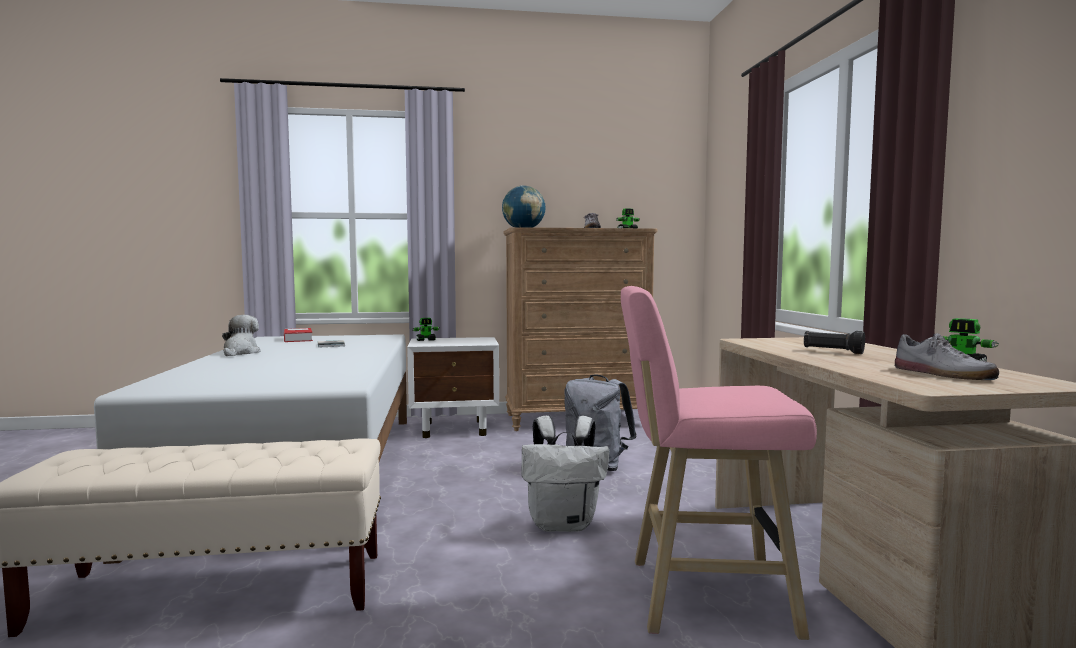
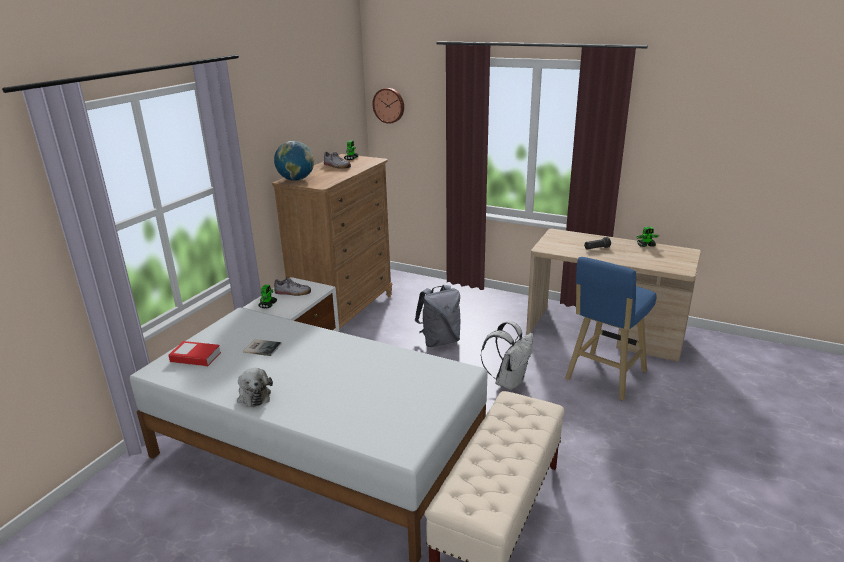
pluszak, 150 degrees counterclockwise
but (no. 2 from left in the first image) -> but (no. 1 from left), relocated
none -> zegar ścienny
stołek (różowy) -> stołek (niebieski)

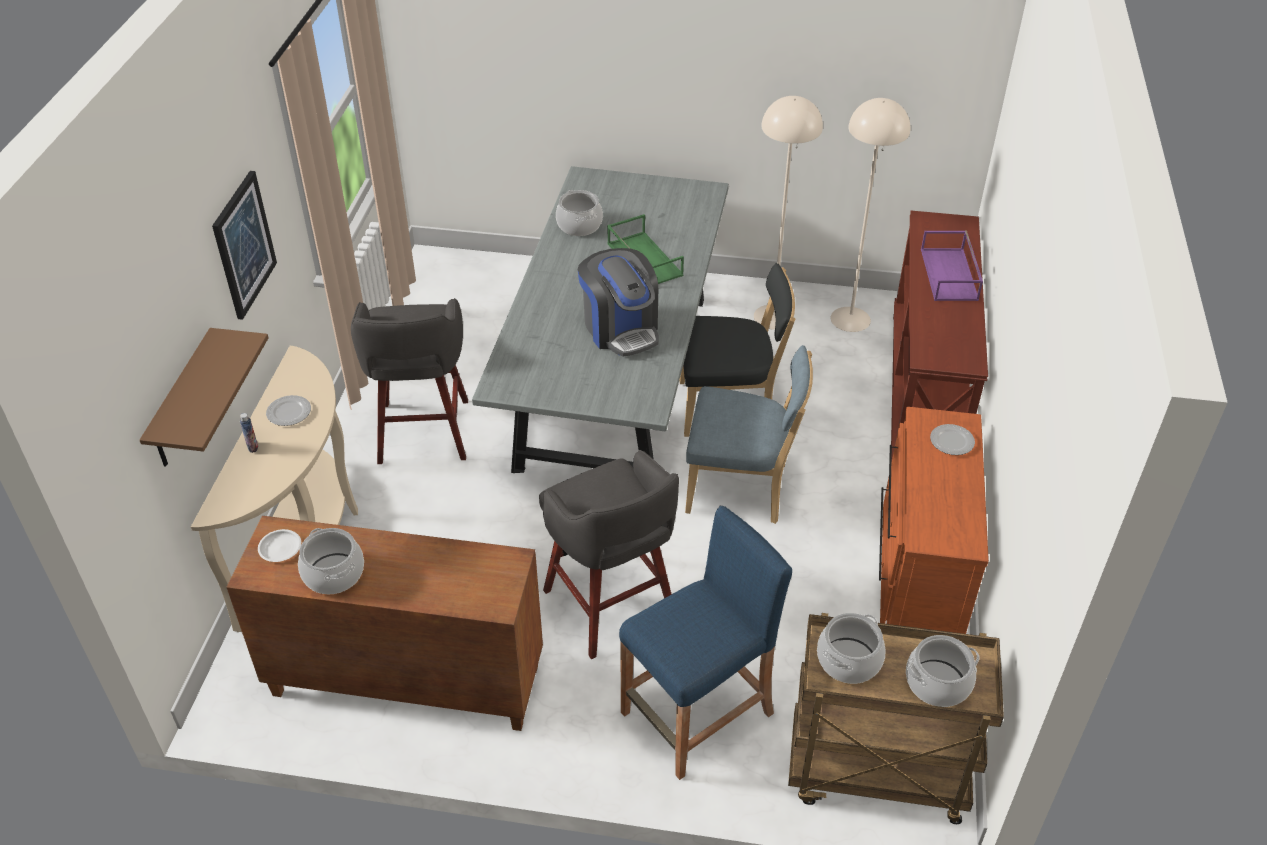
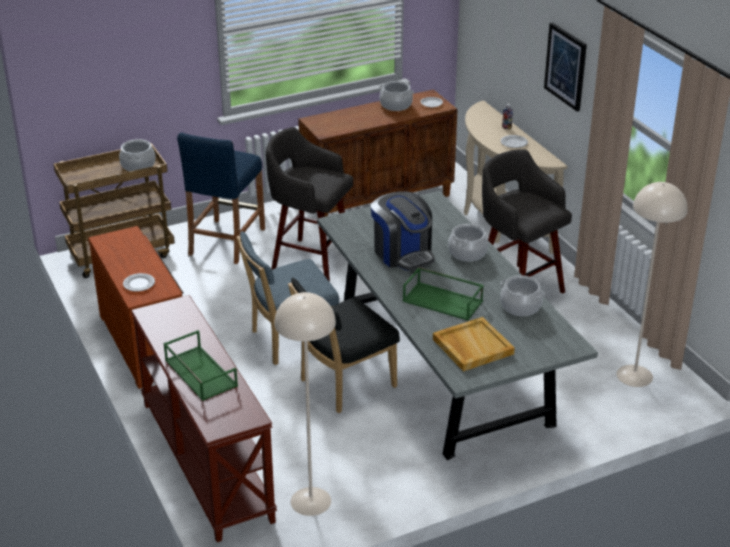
taca (fioletowy) -> taca (zielony) (no. 1 from left)
ekspres do kawy, 150 degrees counterclockwise
none -> taca (beżowy)
garnek (no. 4 from left in the first image) -> garnek (no. 3 from left), relocated
lampa stojąca (beżowy) (no. 1 from left in the first image) -> lampa stojąca (beżowy) (no. 2 from left), relocated
półka (brązowy) -> none

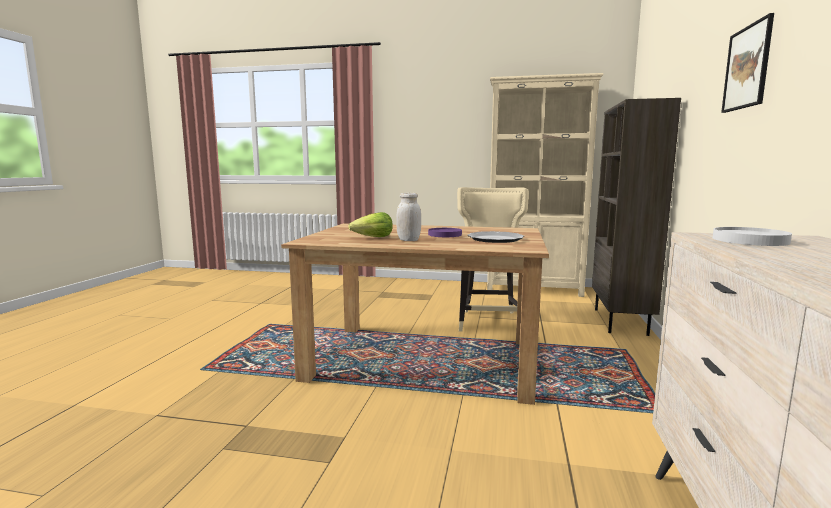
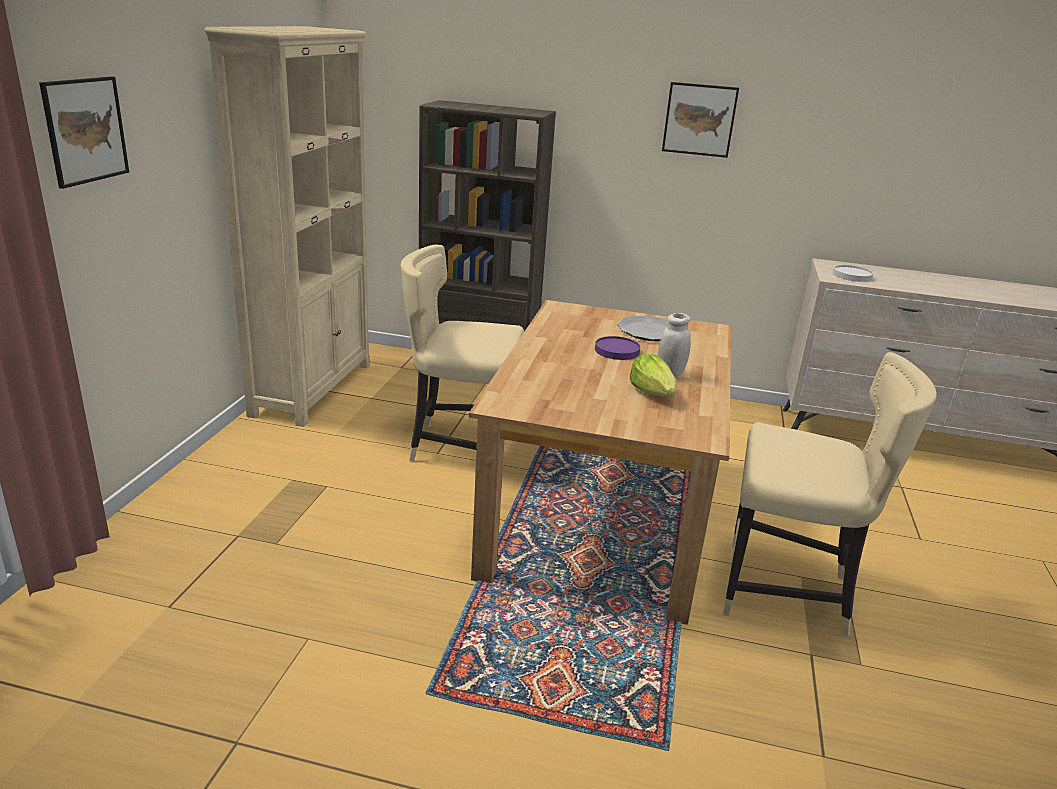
none -> obraz (no. 1 from left)
none -> krzesło (beżowy) (no. 2 from left)

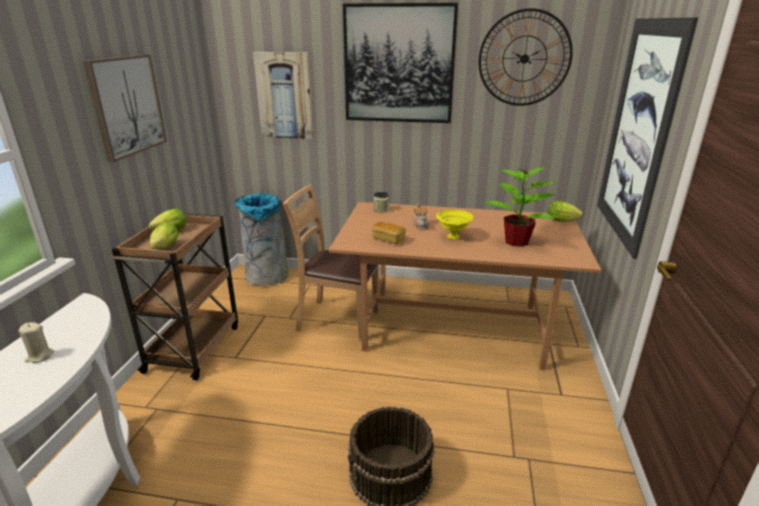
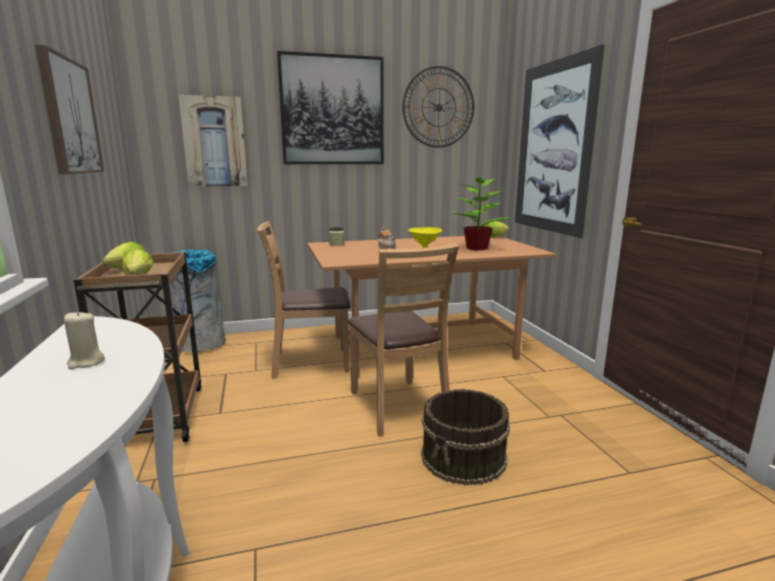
none -> krzesło (brązowy) (no. 2 from left)
chleb -> none

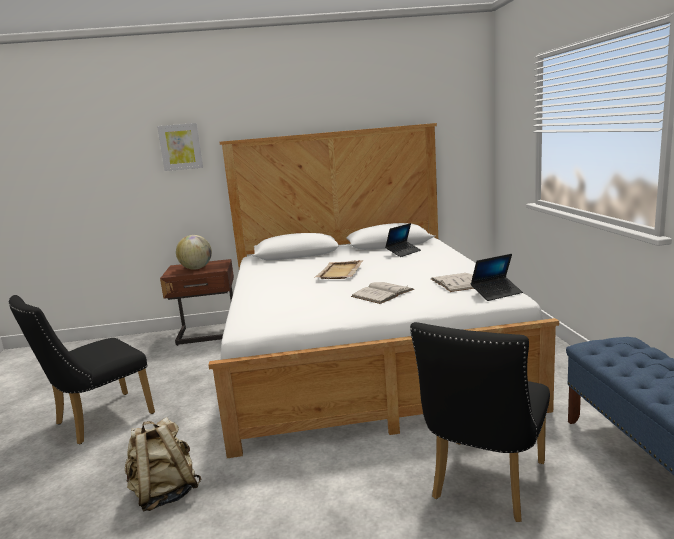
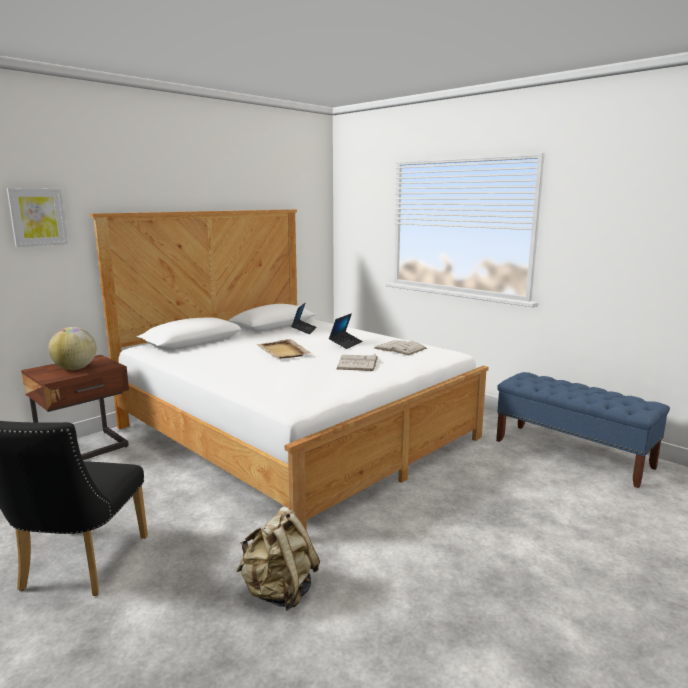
laptop (no. 2 from left), relocated
krzesło (czarny) (no. 2 from left) -> none

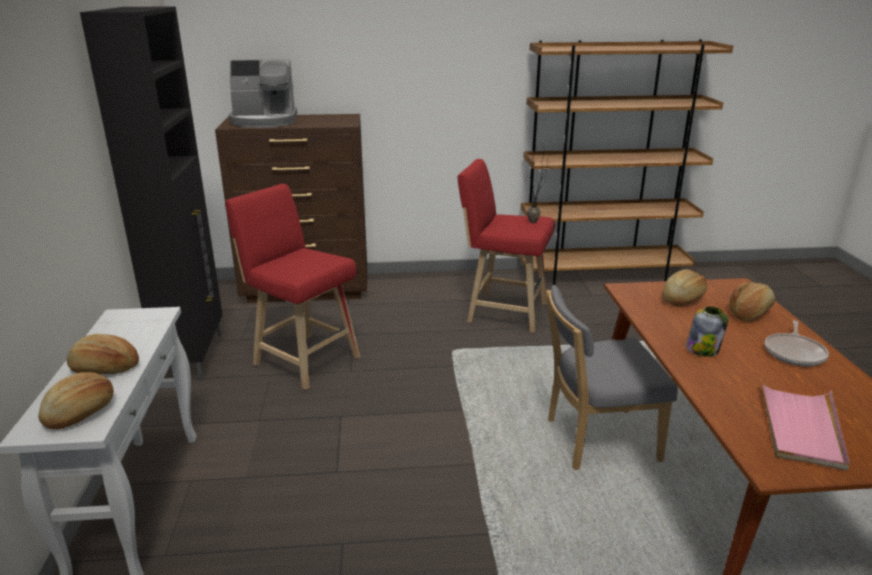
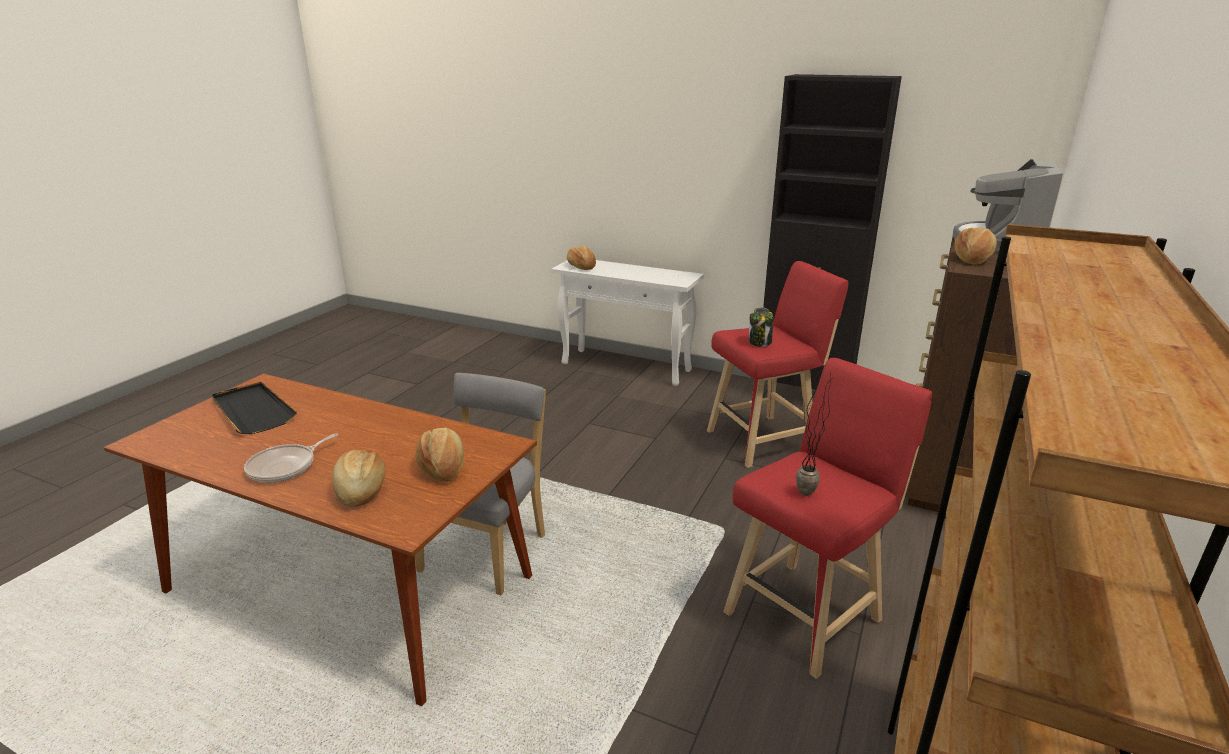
taca (różowy) -> taca (czarny)
patelnia, 105 degrees counterclockwise
słoik, relocated
chleb (no. 2 from left in the first image) -> chleb (no. 4 from left), relocated

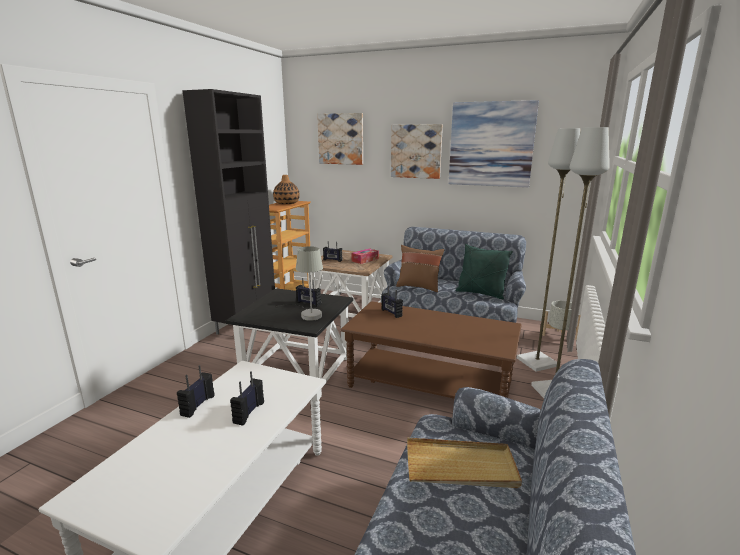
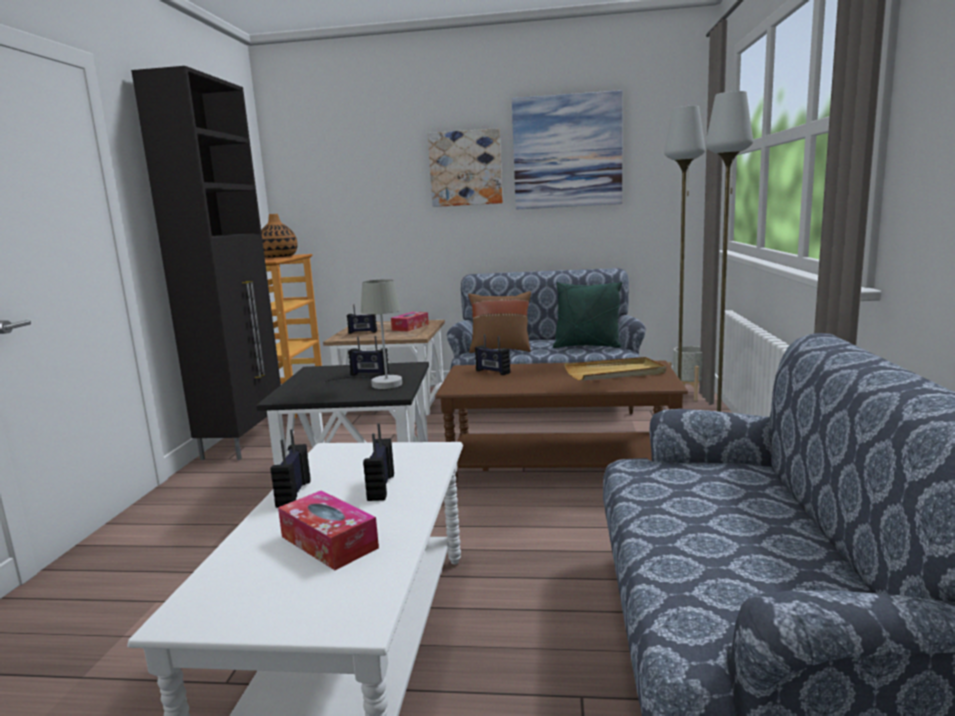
none -> pudełko chusteczek (no. 1 from left)
taca (beżowy), relocated
obraz (no. 1 from left) -> none

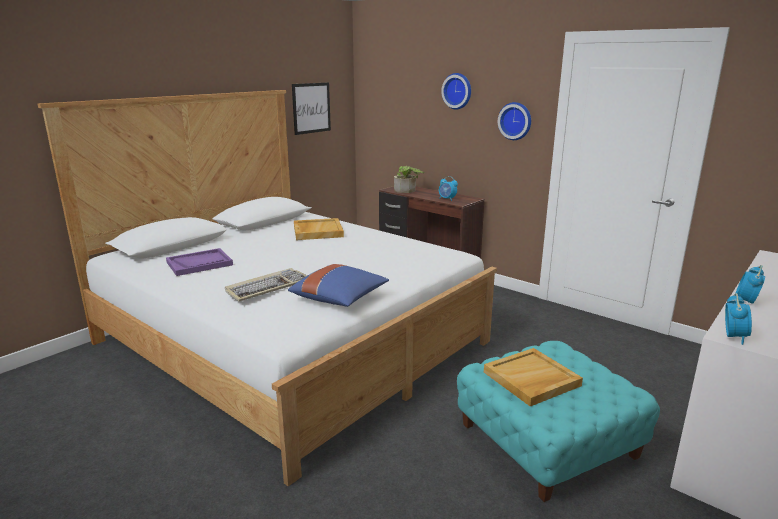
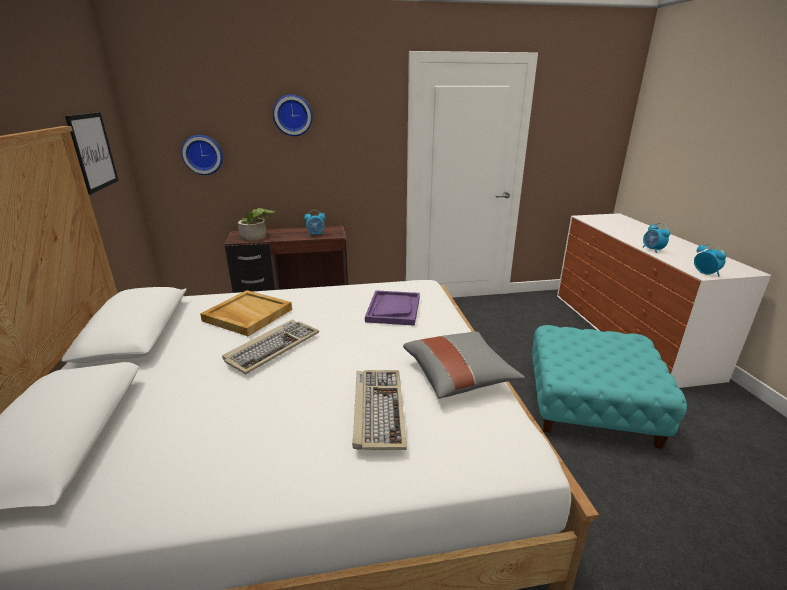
zegar ścienny (no. 2 from left in the first image) -> zegar ścienny (no. 1 from left), relocated
none -> klawiatura (no. 1 from left)
taca (fioletowy), relocated
poduszka (niebieski) -> poduszka (szary)
taca (beżowy) (no. 2 from left) -> none

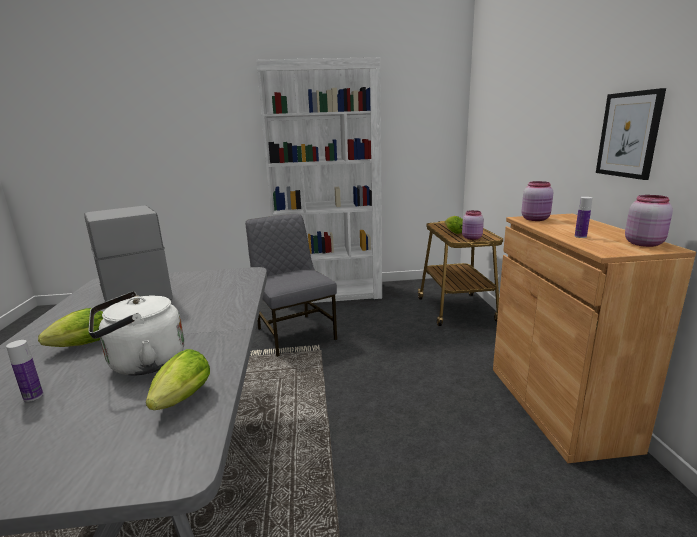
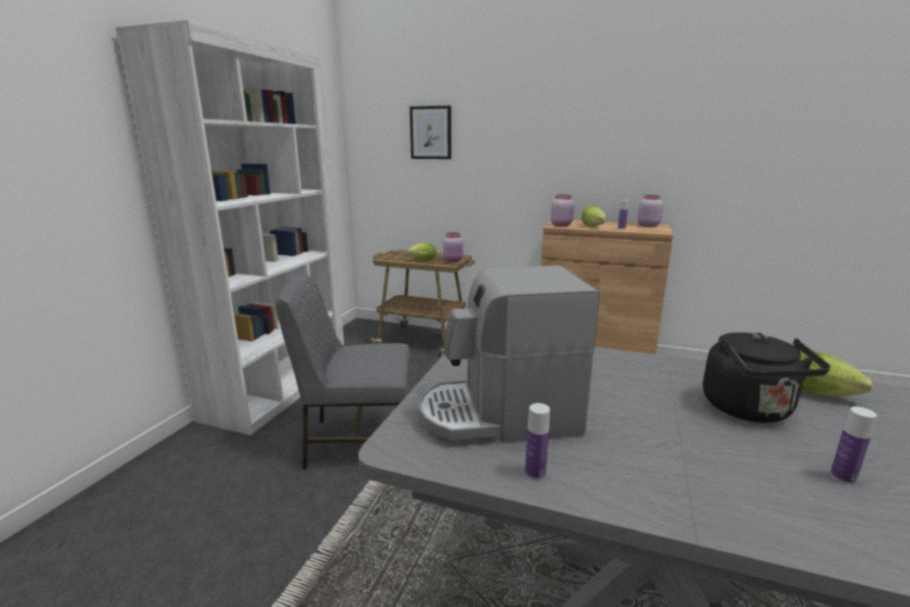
obraz, relocated
none -> butelka (no. 1 from left)
sałata (no. 1 from left in the first image) -> sałata (no. 2 from left), relocated
czajnik (biały) -> czajnik (czarny)

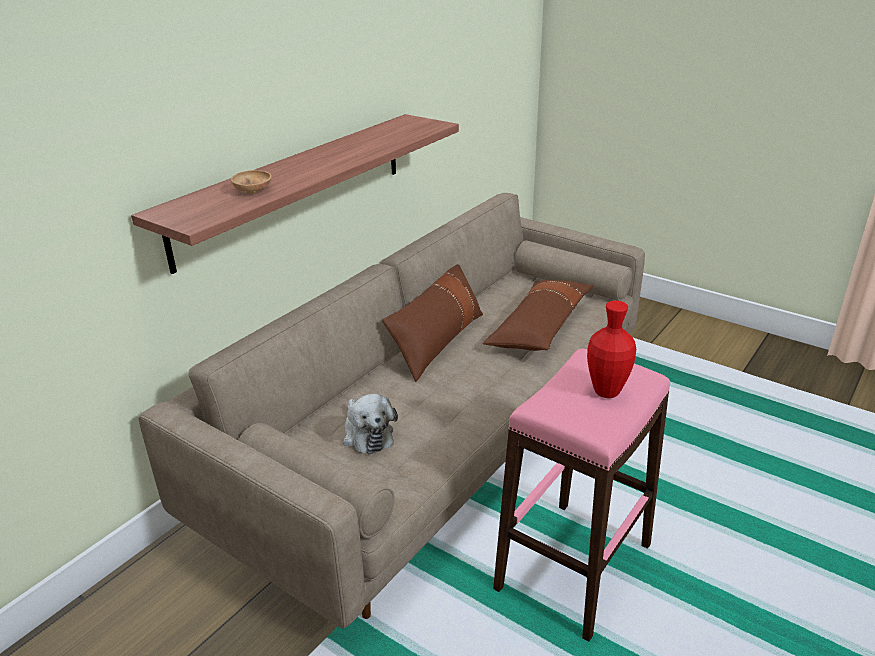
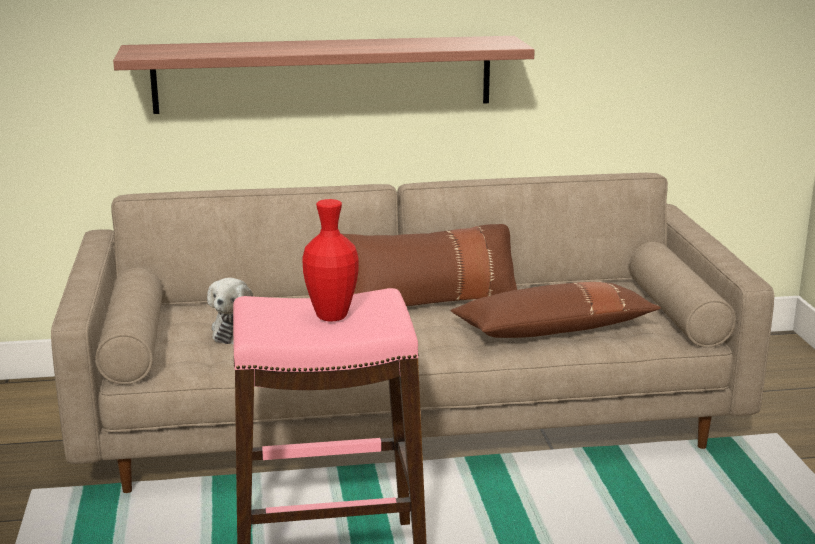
miska (brązowy) -> none

